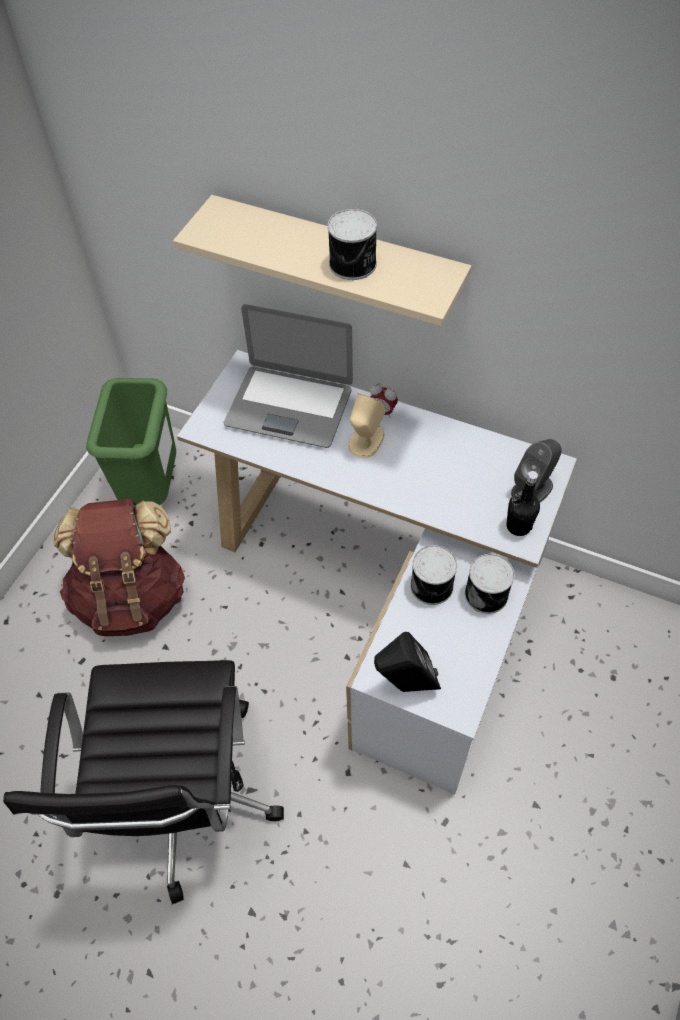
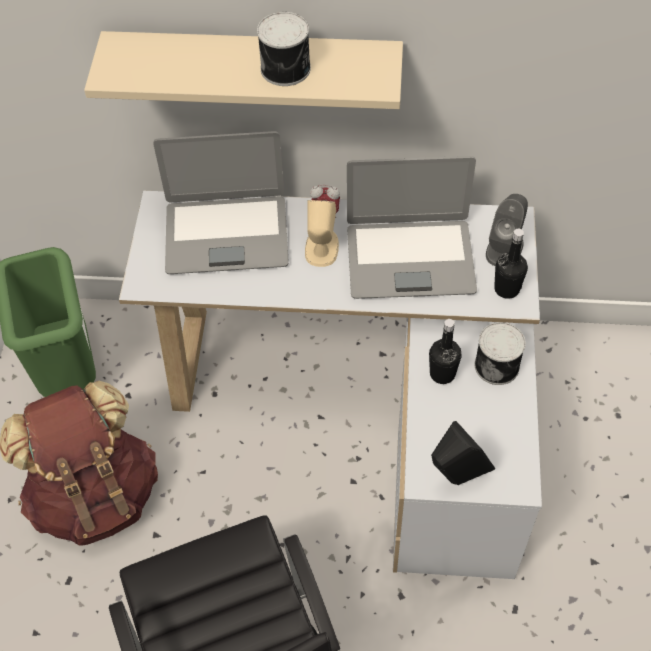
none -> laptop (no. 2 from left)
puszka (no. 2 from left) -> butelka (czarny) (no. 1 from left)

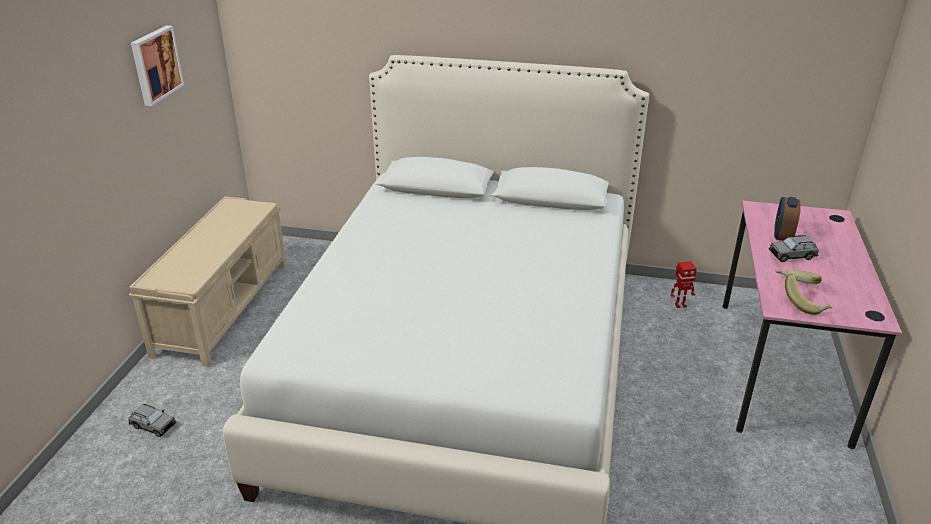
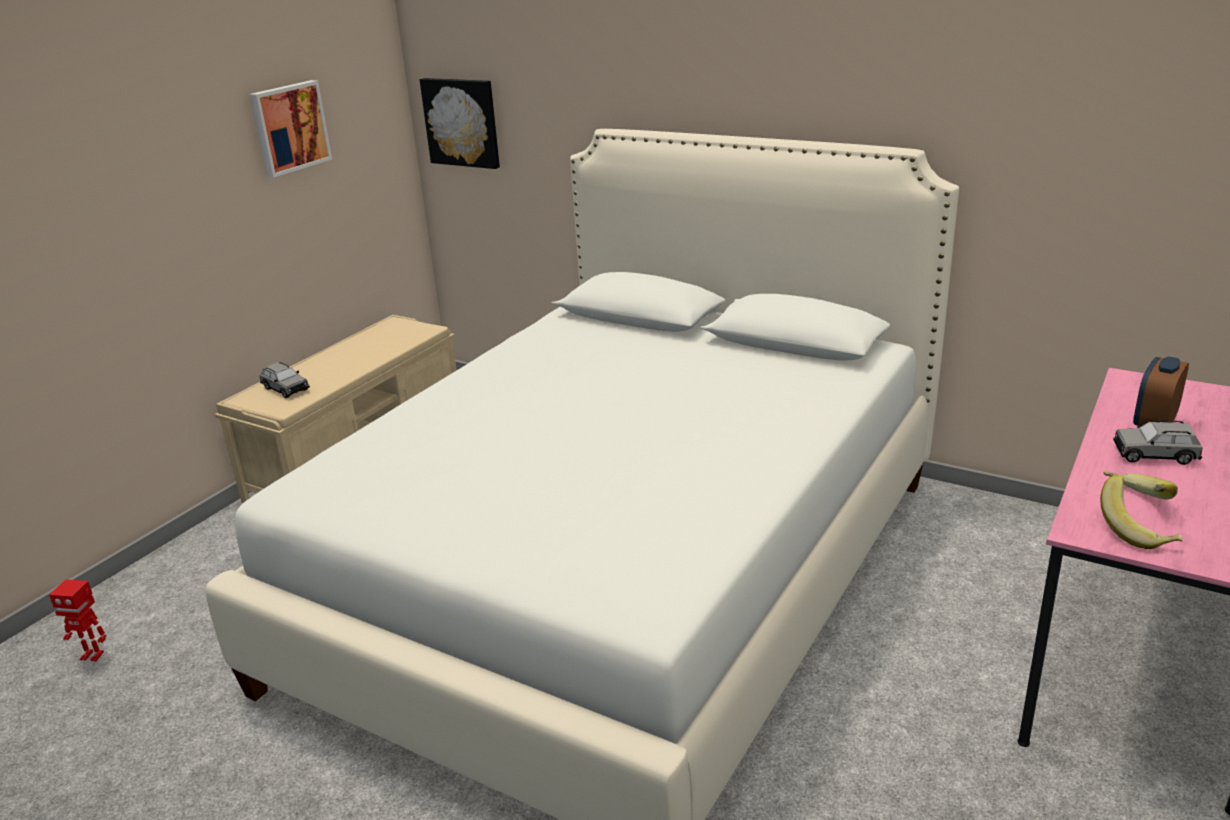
robot zabawkowy, relocated
samochodzik (szary) (no. 1 from left), relocated
none -> obraz (no. 2 from left)

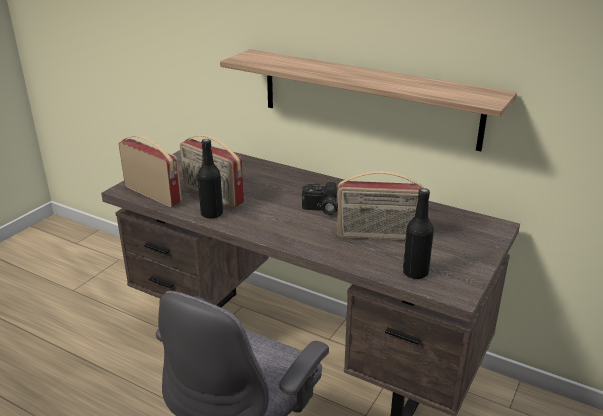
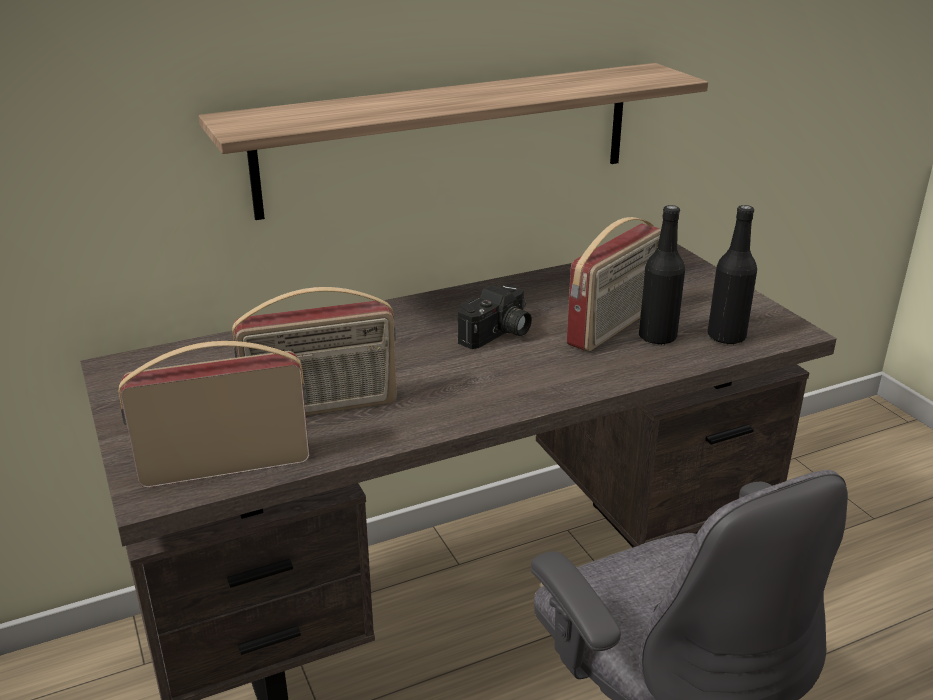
butelka (czarny) (no. 1 from left), relocated

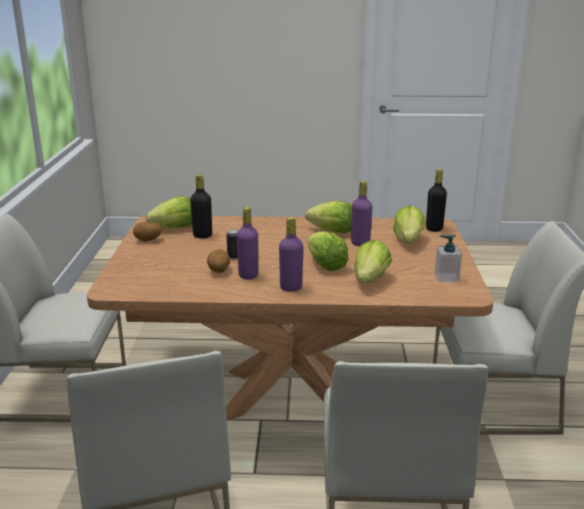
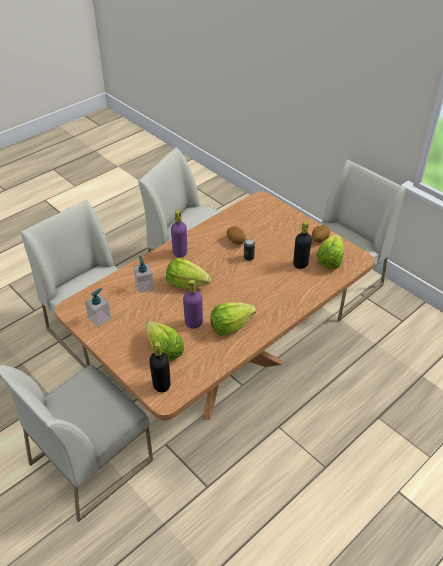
sałata (no. 4 from left) -> dozownik mydła (no. 2 from left)
butelka (fioletowy) (no. 1 from left) -> none

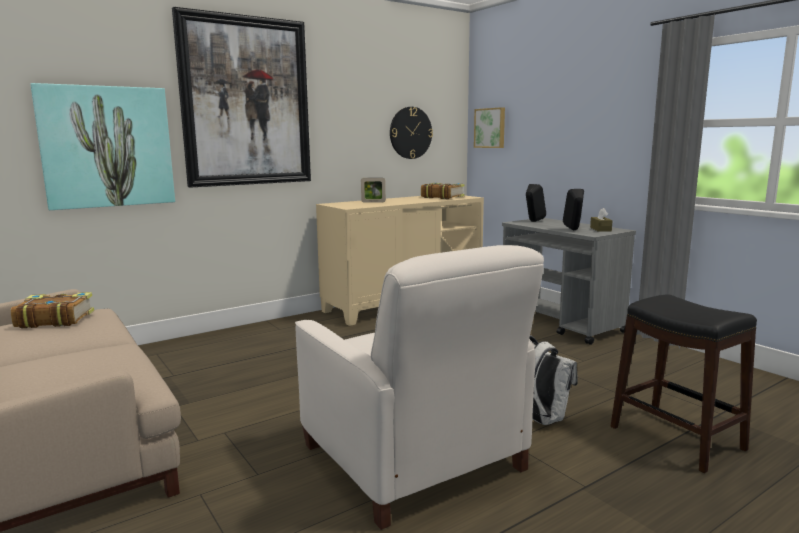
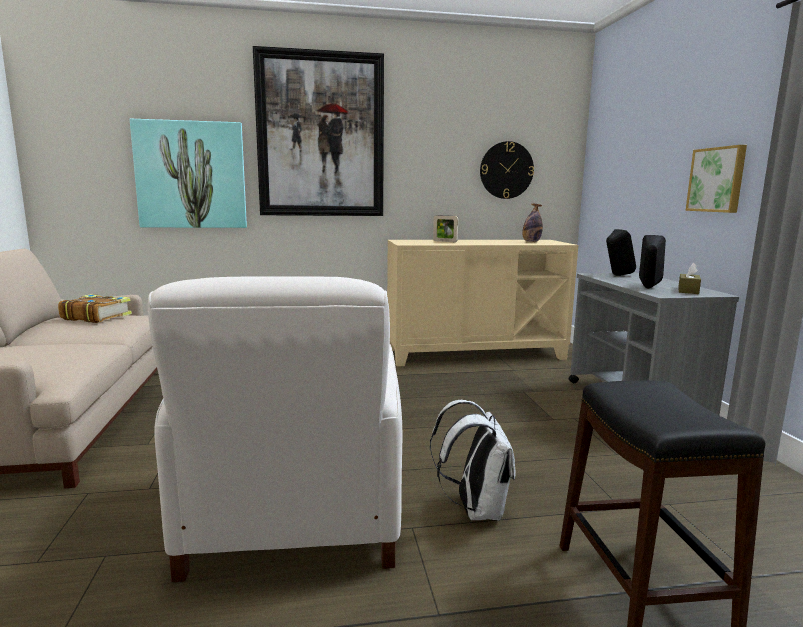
książka (no. 2 from left) -> butelka
obraz (no. 3 from left), relocated

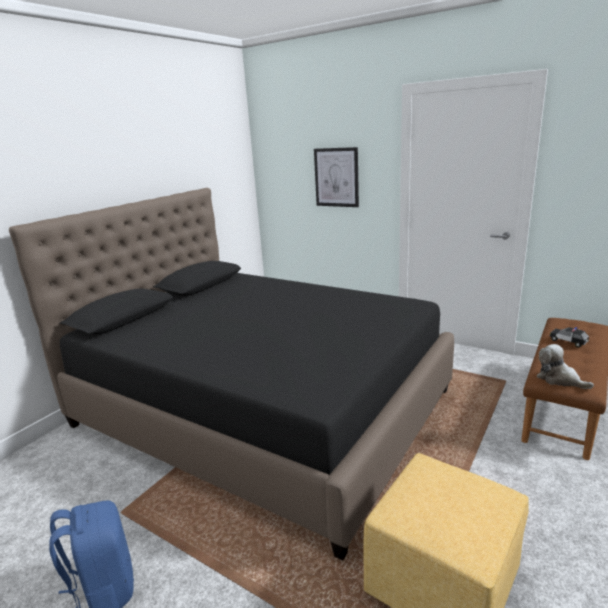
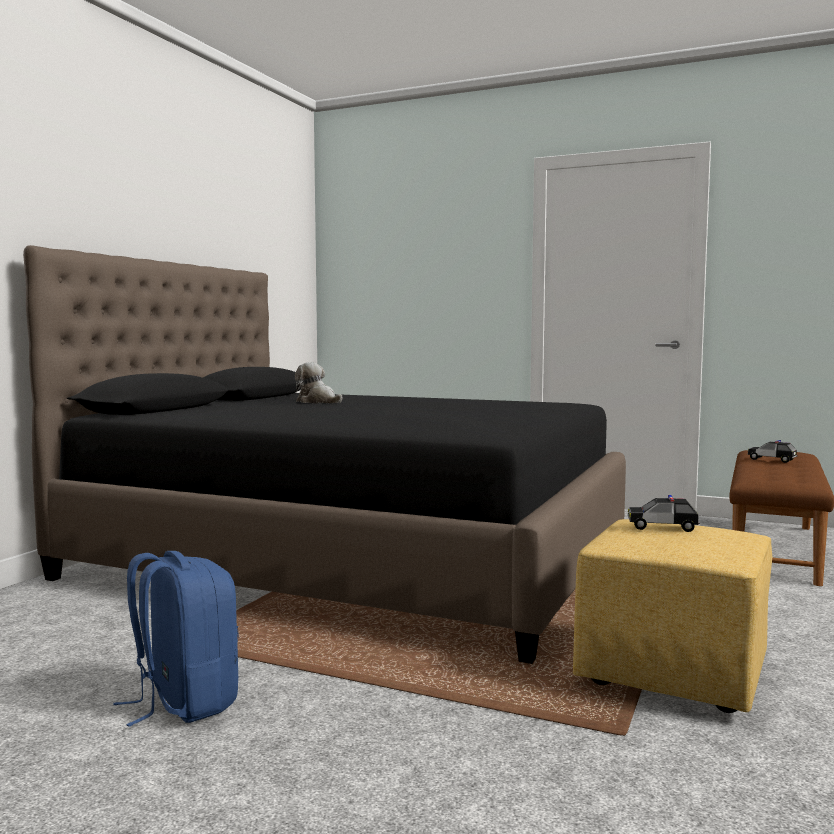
pluszak, relocated
none -> samochodzik (no. 1 from left)
obraz -> none

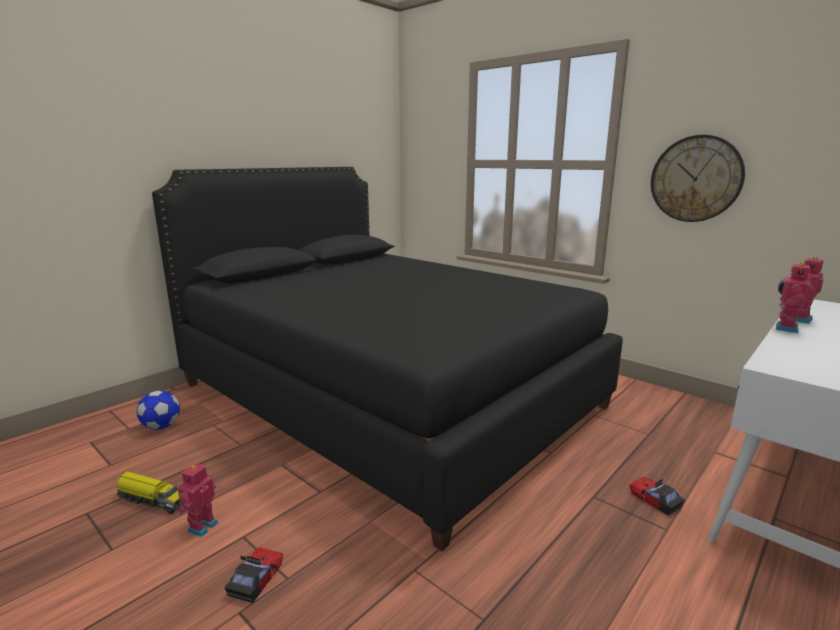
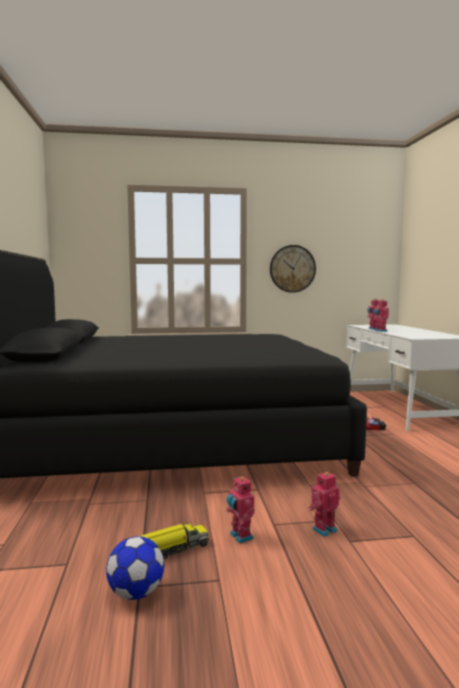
piłka futbolowa, relocated
samochodzik (no. 1 from left) -> robot zabawkowy (no. 2 from left)

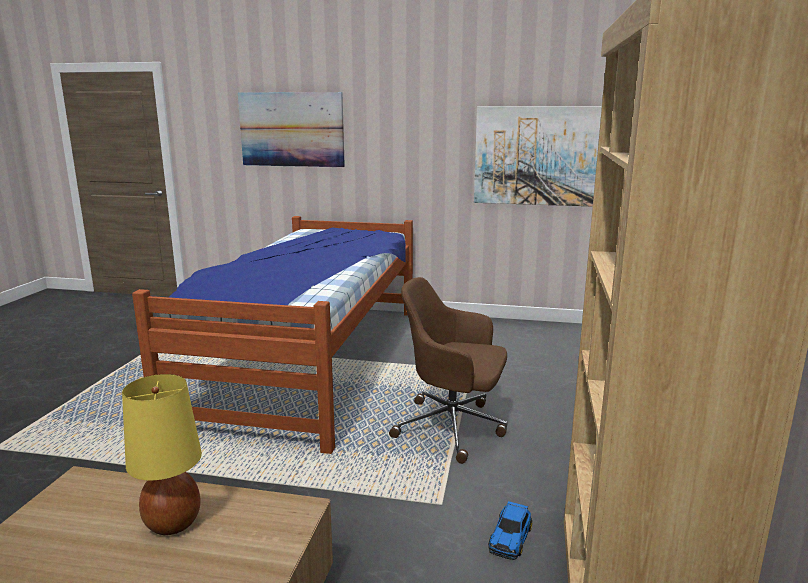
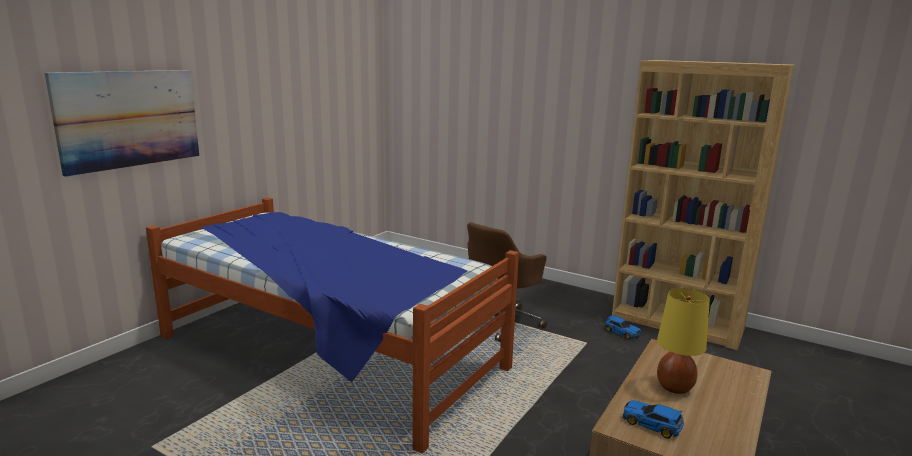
none -> samochodzik (no. 2 from left)
obraz (no. 2 from left) -> none

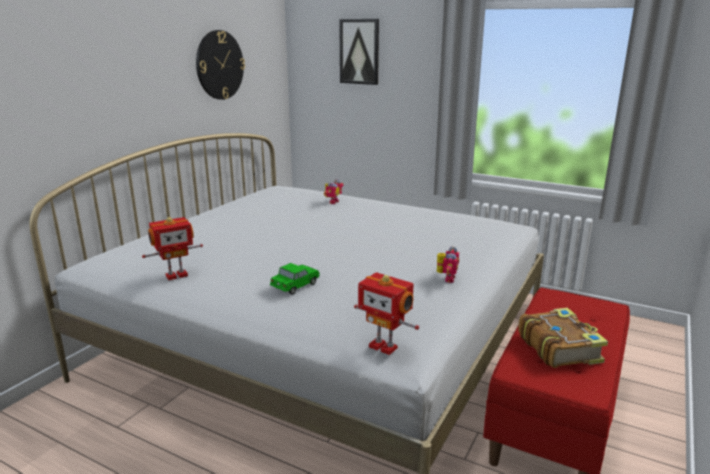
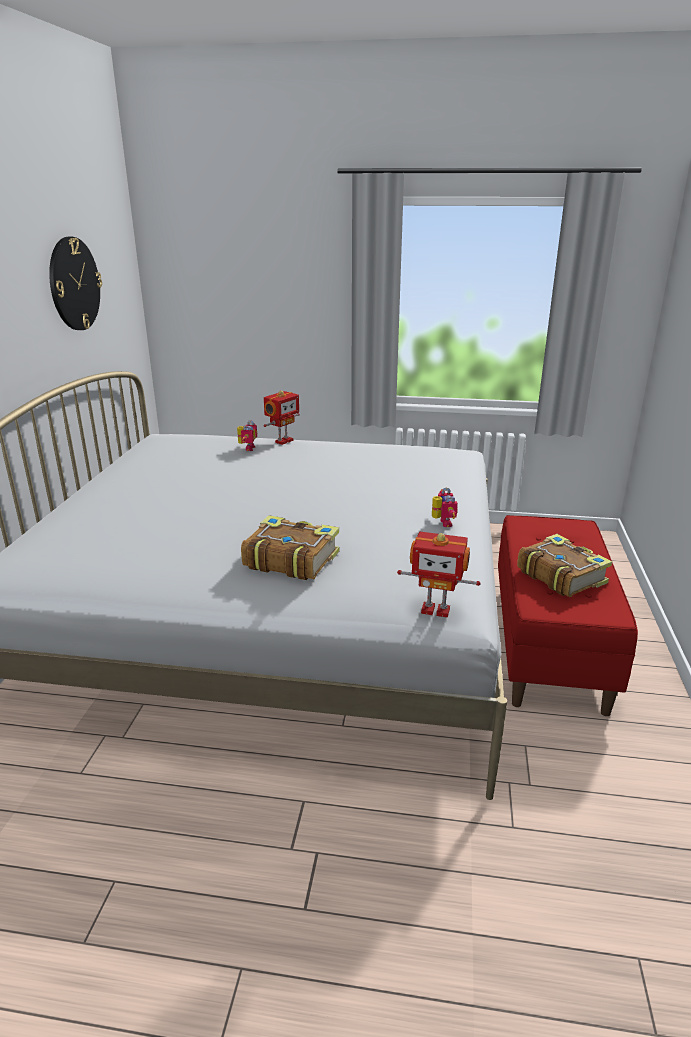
samochodzik -> książka (no. 1 from left)
robot zabawkowy (no. 1 from left in the first image) -> robot zabawkowy (no. 2 from left), relocated
obraz -> none

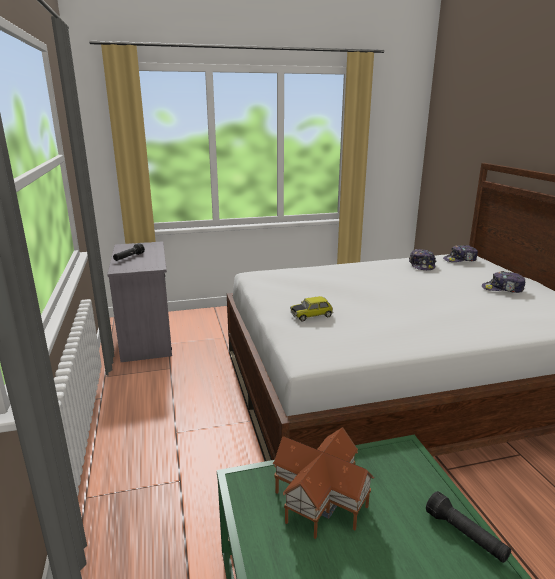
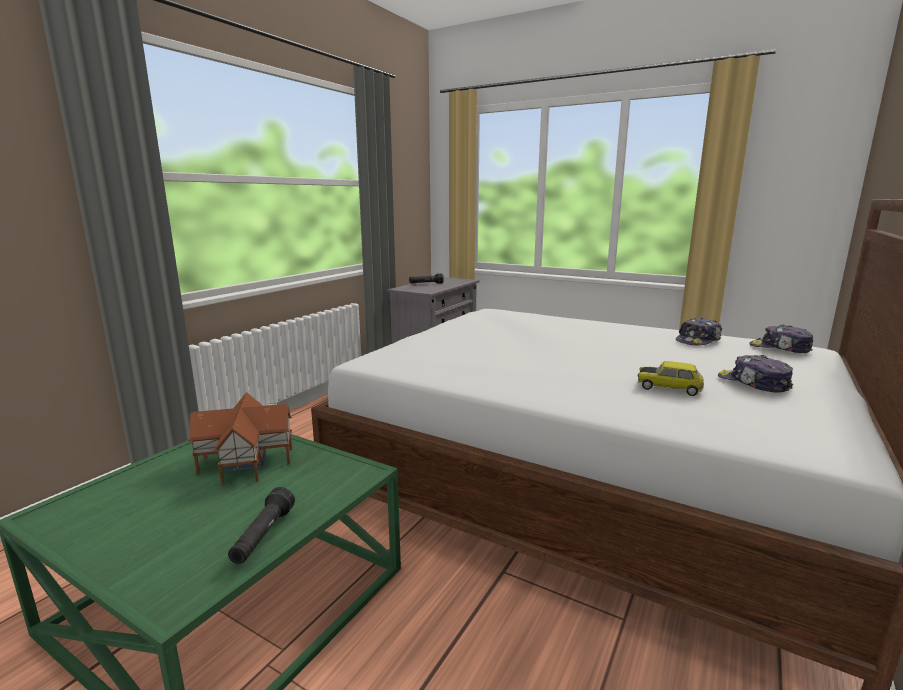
samochodzik, relocated

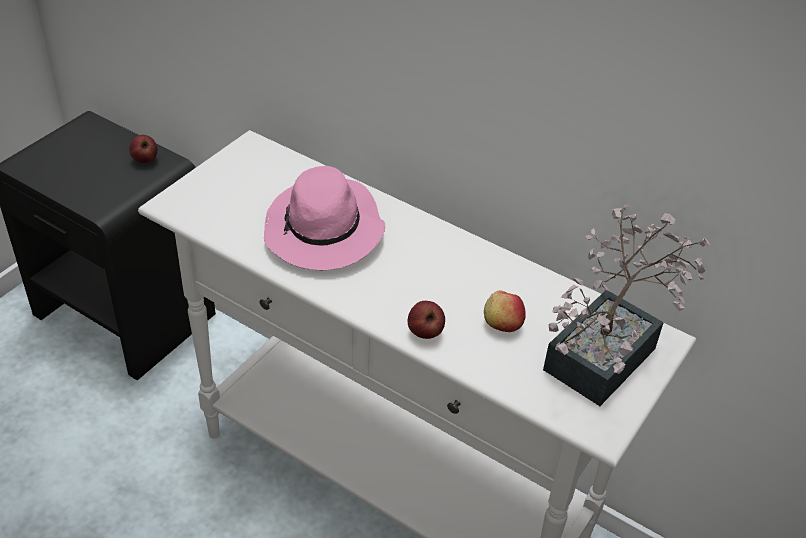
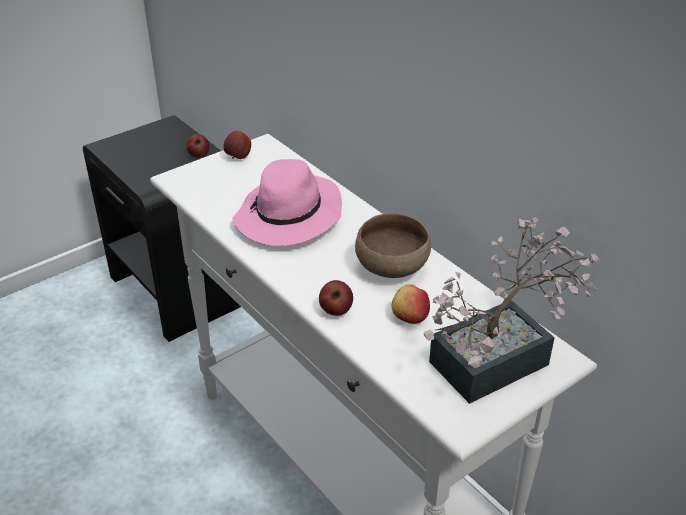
none -> jabłko (no. 2 from left)
none -> miska (brązowy)

